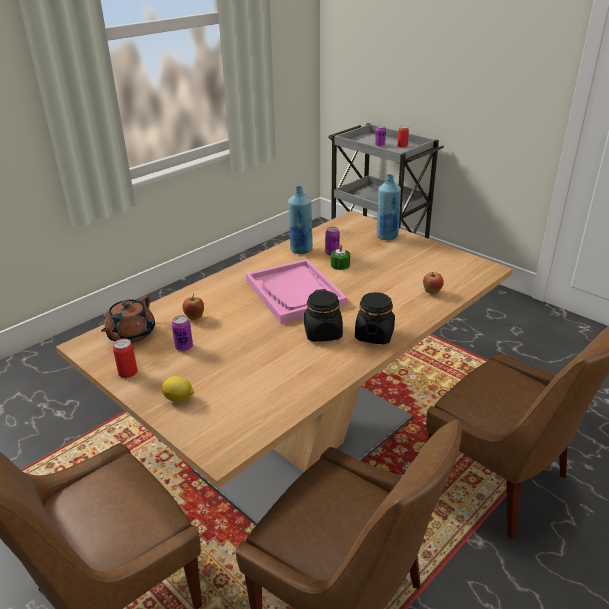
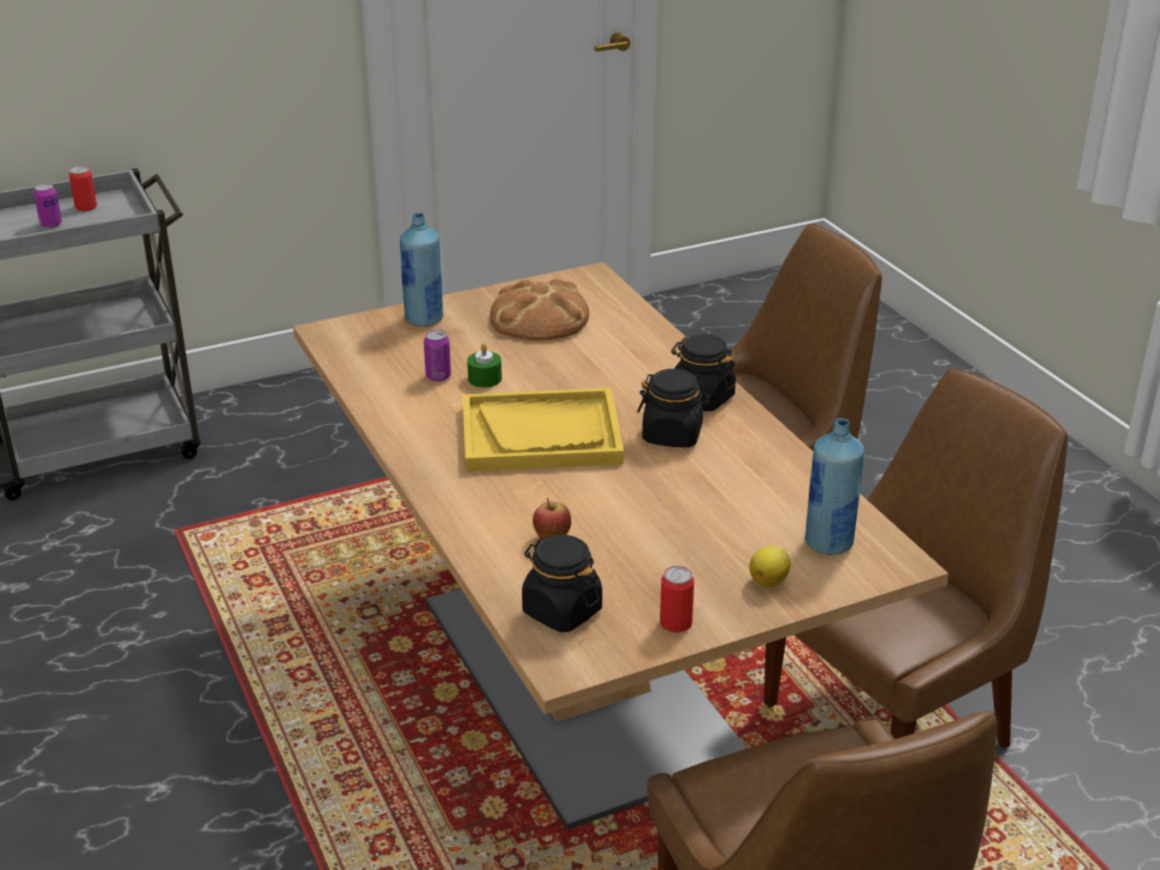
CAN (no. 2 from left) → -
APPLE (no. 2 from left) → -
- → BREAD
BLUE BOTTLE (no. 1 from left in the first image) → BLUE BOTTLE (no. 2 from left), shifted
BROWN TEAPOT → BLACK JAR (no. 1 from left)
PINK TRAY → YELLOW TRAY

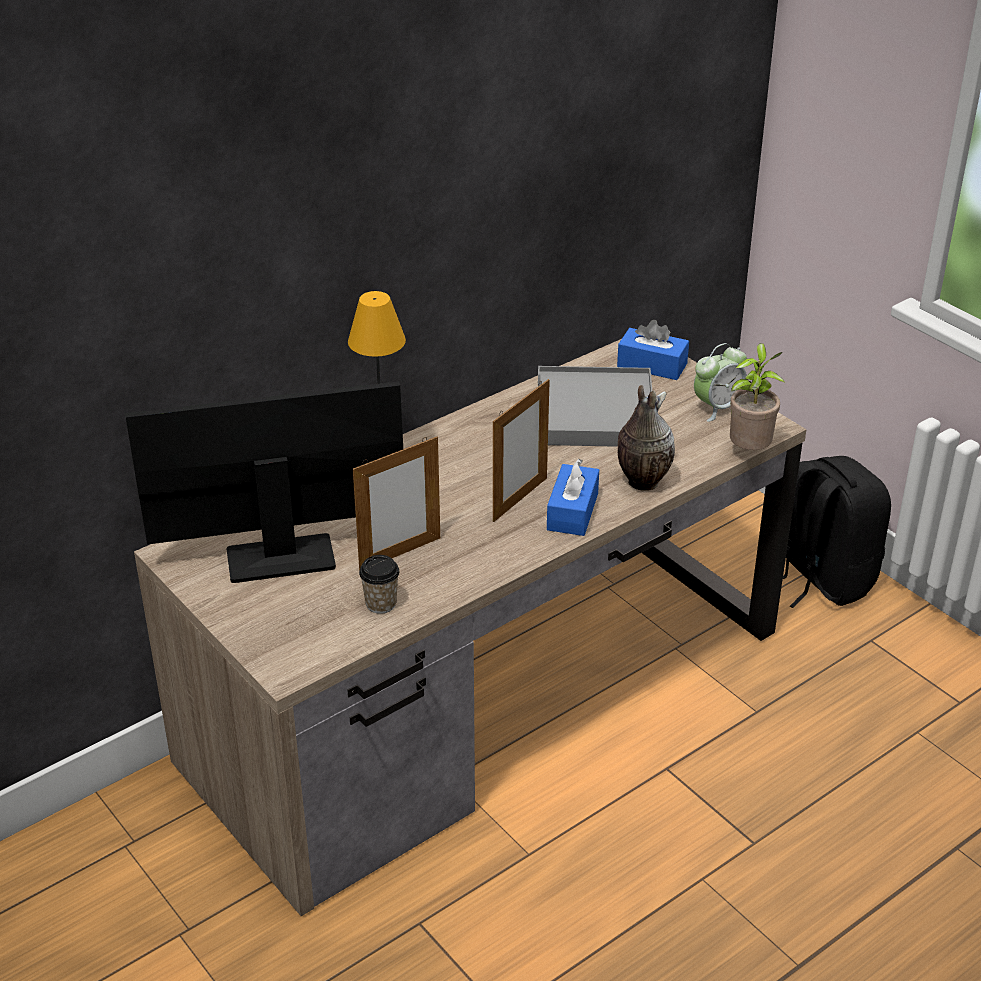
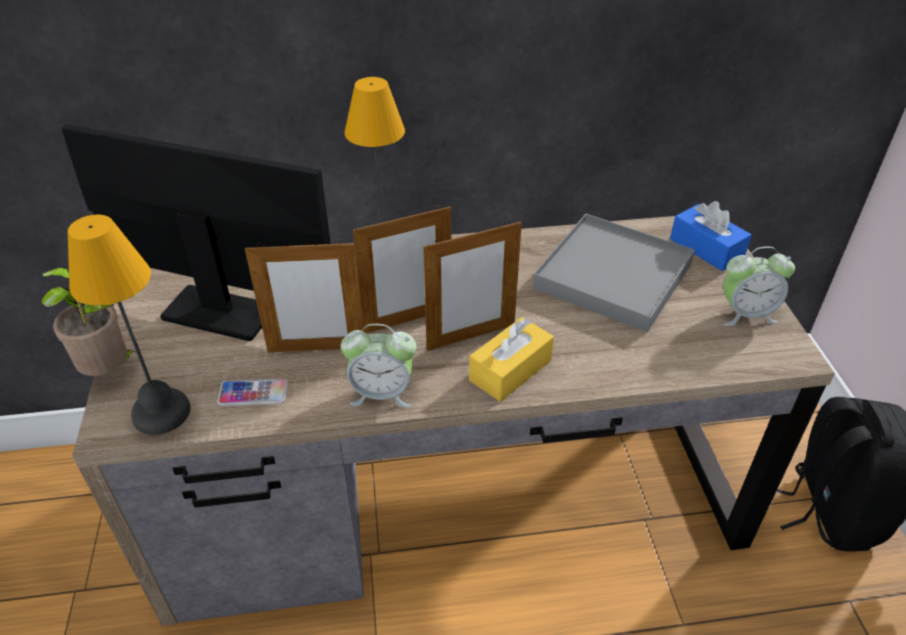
VASE → -
- → TABLE LAMP (no. 1 from left)
- → ALARM CLOCK (no. 1 from left)
- → PICTURE FRAME (no. 2 from left)
POTTED PLANT, shifted
CUP → PHONE
BLUE TISSUE BOX (no. 1 from left) → YELLOW TISSUE BOX

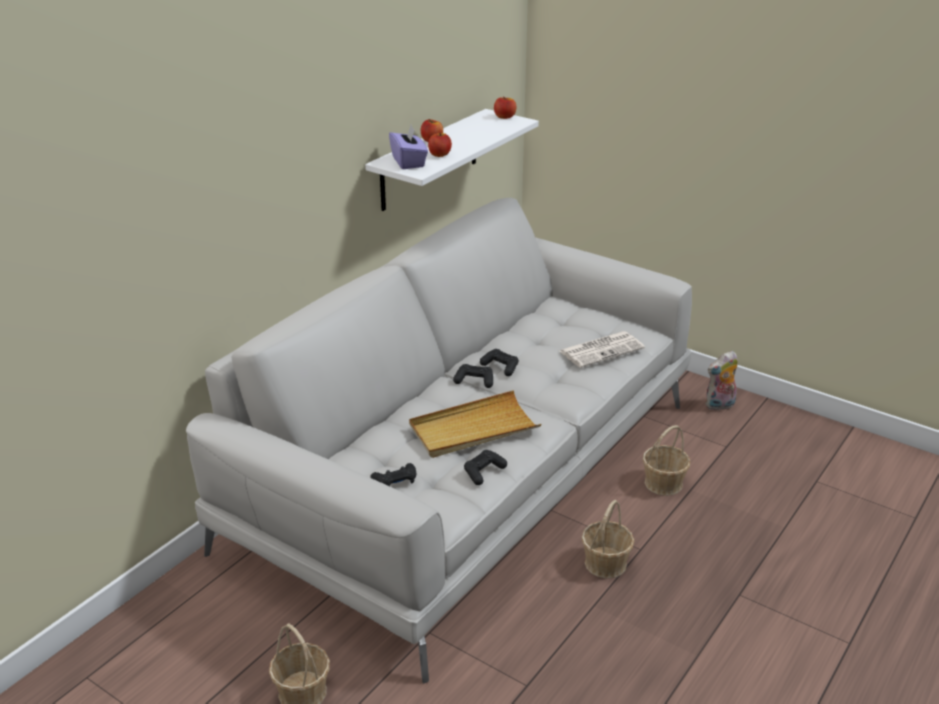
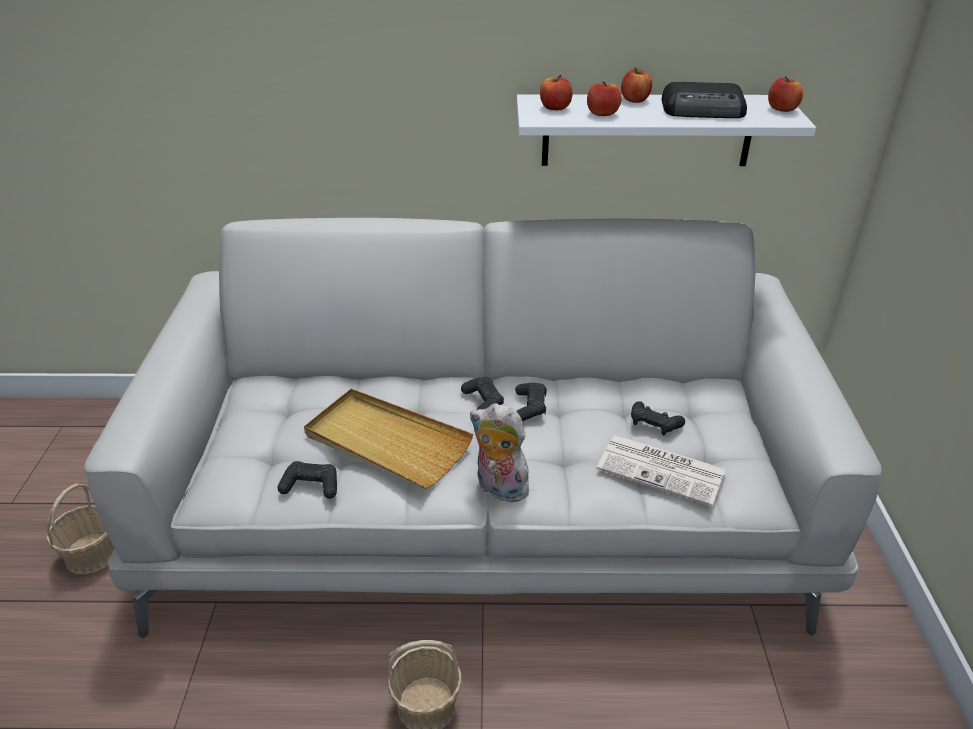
BASKET (no. 3 from left) → -
- → RADIO
BLACK GAME CONTROLLER (no. 1 from left in the first image) → BLACK GAME CONTROLLER (no. 4 from left), shifted
PLUSH TOY, shifted
PURPLE TISSUE BOX → APPLE (no. 1 from left)

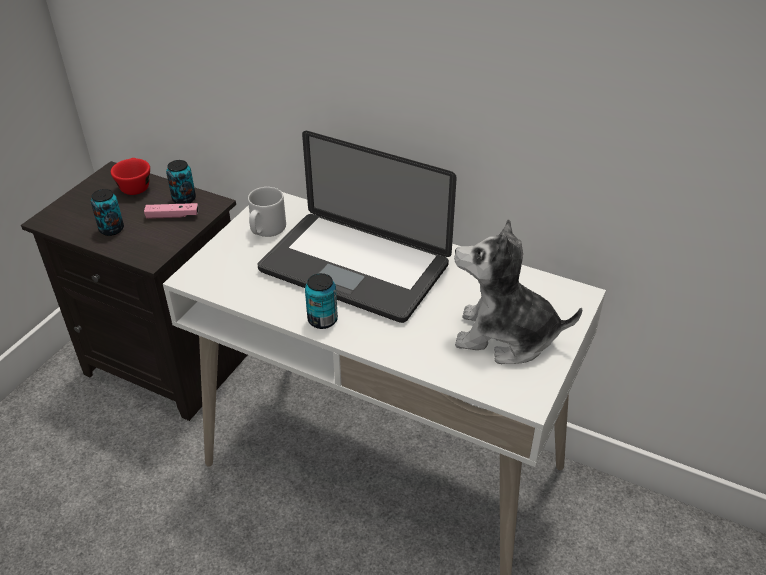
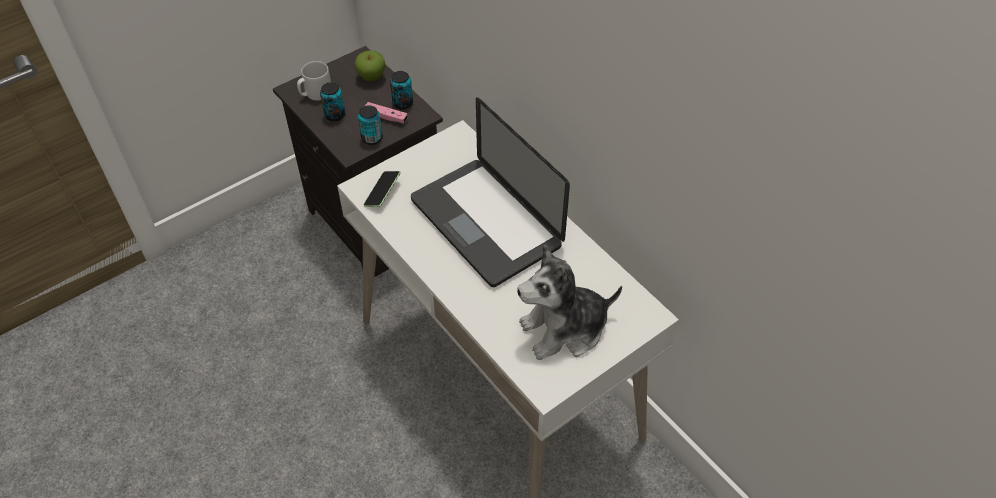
- → PHONE
GREY MUG, shifted
CAN (no. 3 from left in the first image) → CAN (no. 2 from left), shifted
RED CUP → APPLE
PLUSH TOY, 60 degrees counterclockwise

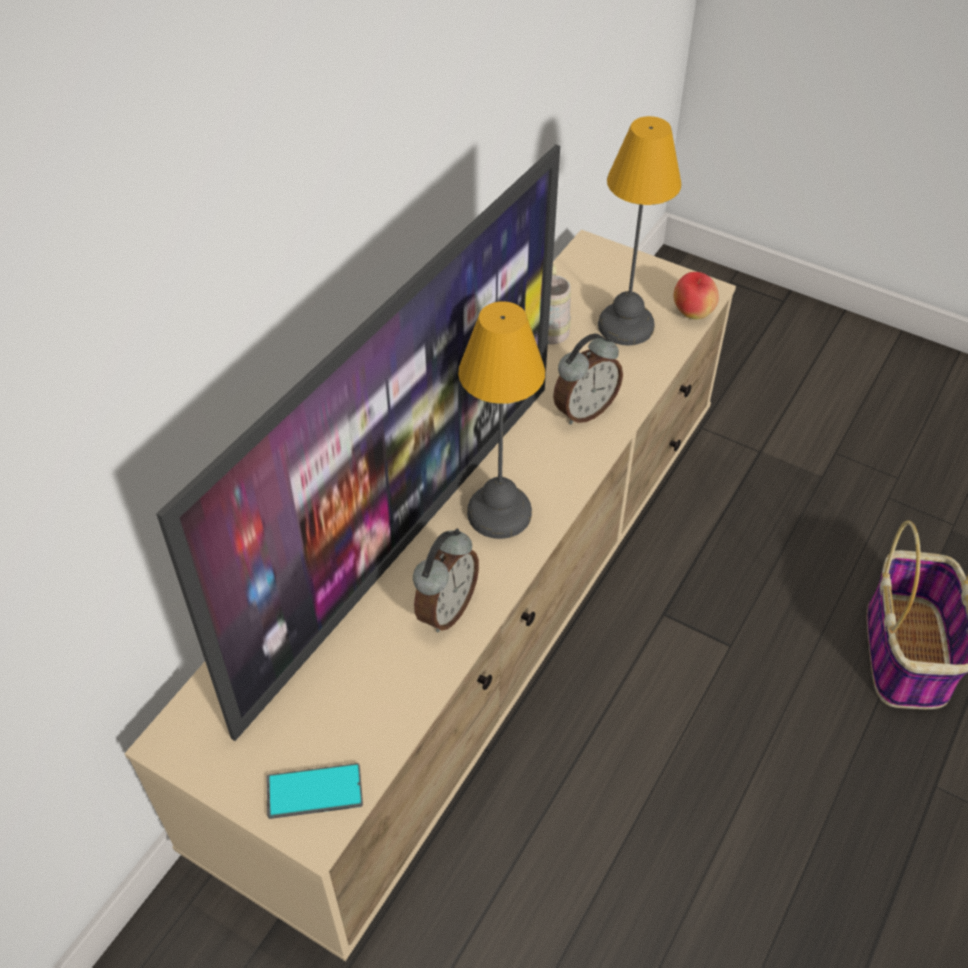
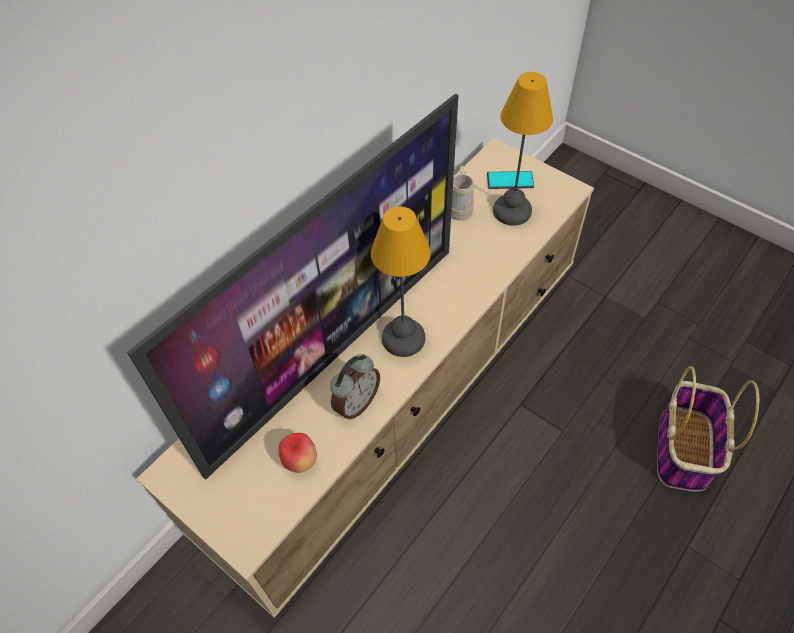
ALARM CLOCK (no. 2 from left) → -
PHONE, shifted
APPLE, shifted

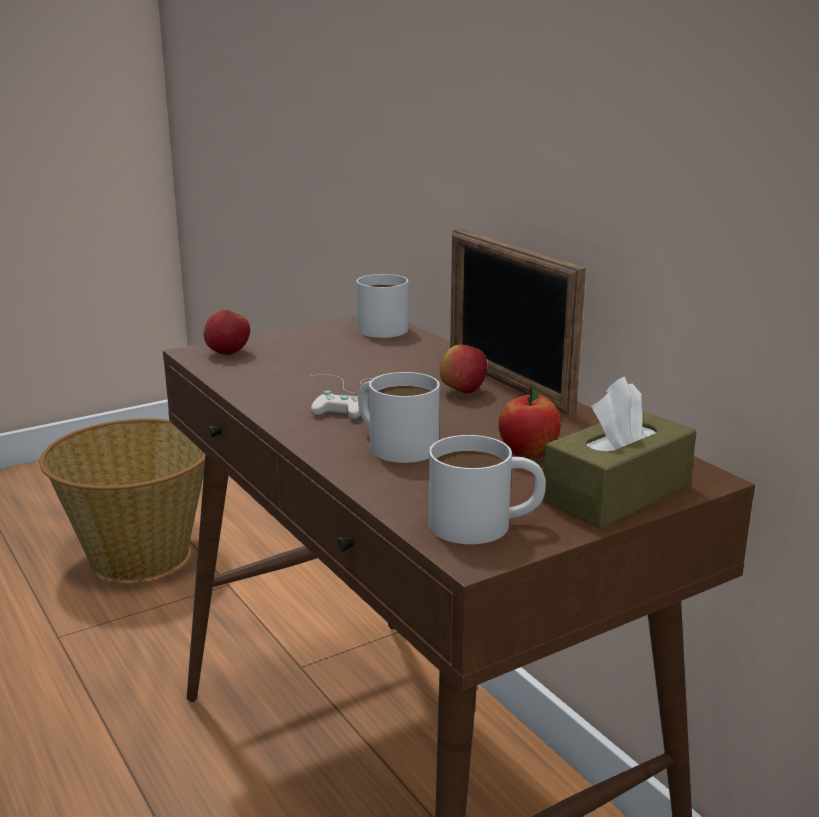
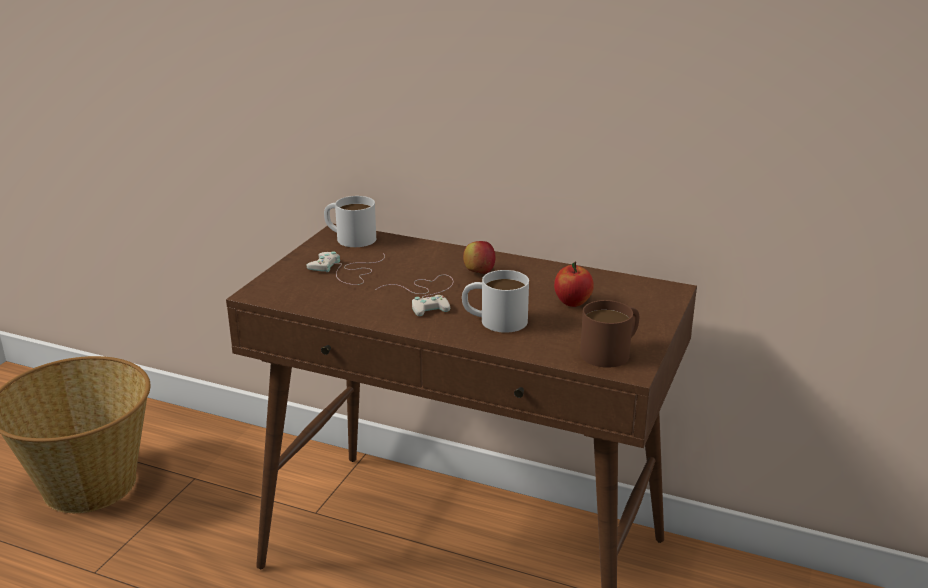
APPLE (no. 1 from left) → -
PICTURE FRAME → -
BROWN TISSUE BOX → -
- → WHITE GAME CONTROLLER (no. 1 from left)
WHITE MUG (no. 3 from left) → BROWN MUG

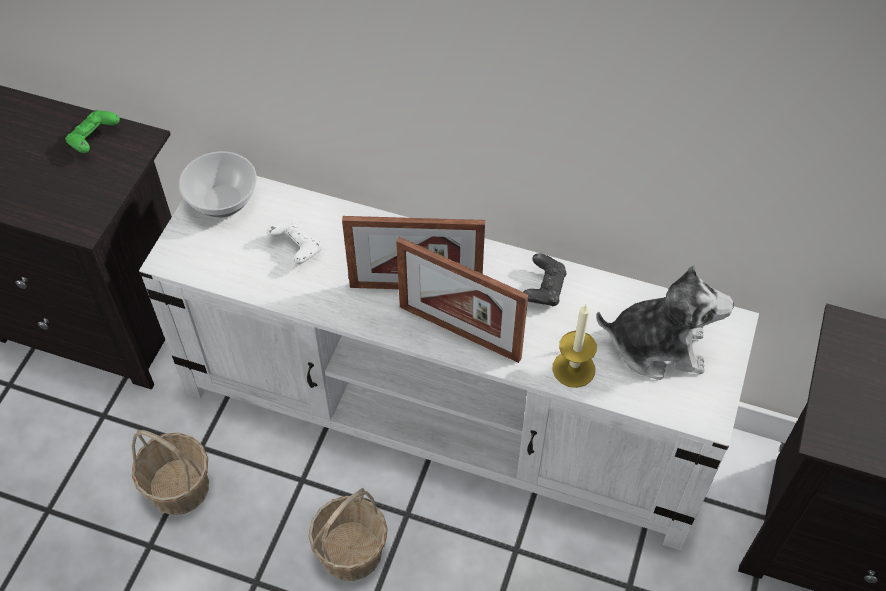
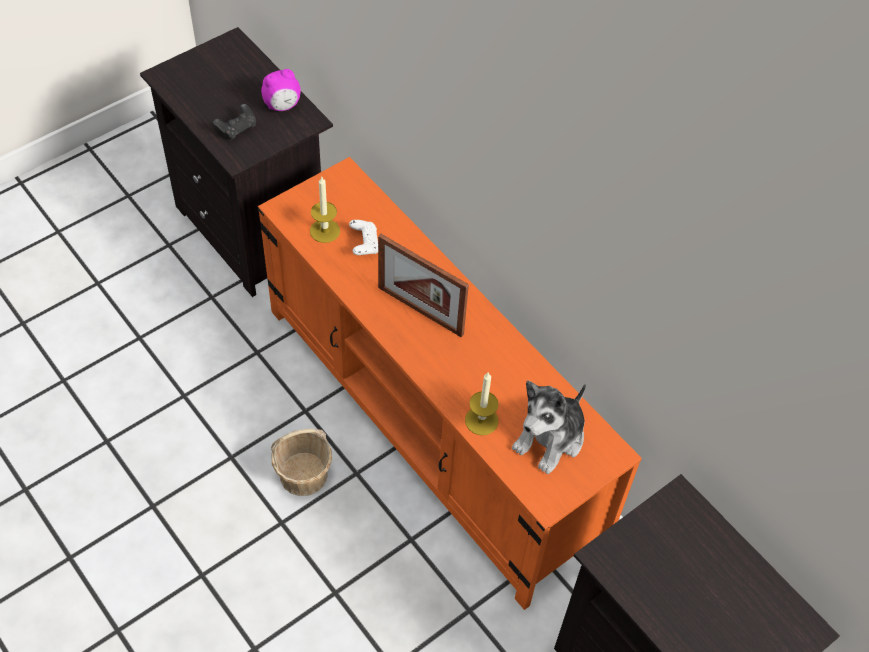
BASKET (no. 1 from left) → -
BOWL → -
PICTURE FRAME (no. 2 from left) → -
- → CANDLE (no. 1 from left)
BLACK GAME CONTROLLER, shifted
GREEN GAME CONTROLLER → ALARM CLOCK
WHITE TV STAND → ORANGE TV STAND
PLUSH TOY, 90 degrees clockwise

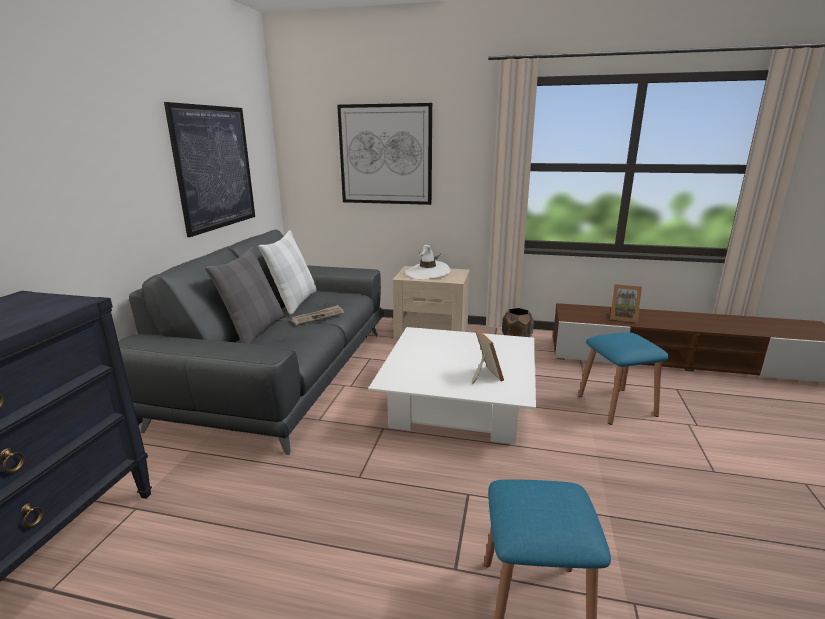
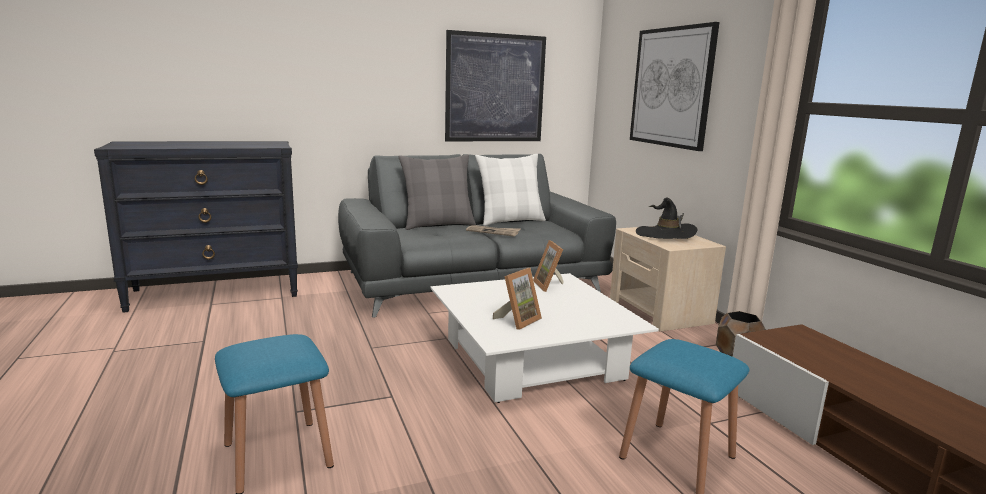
PICTURE FRAME (no. 2 from left), shifted
WHITE HAT → BLACK HAT

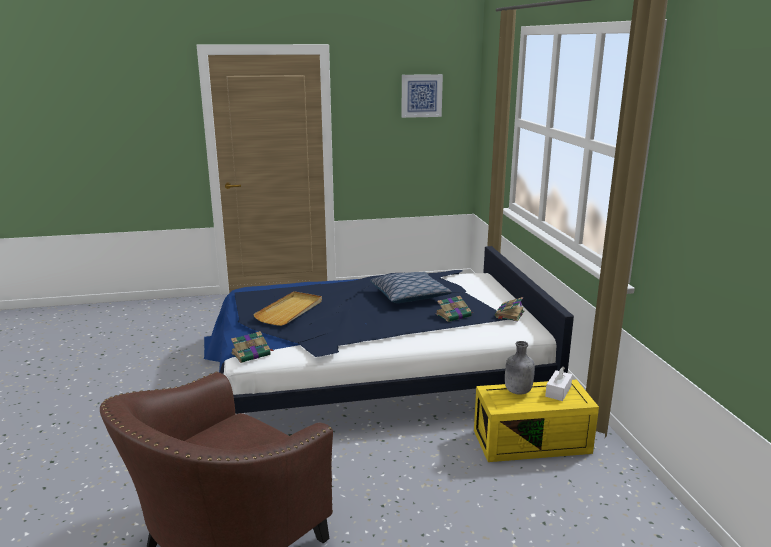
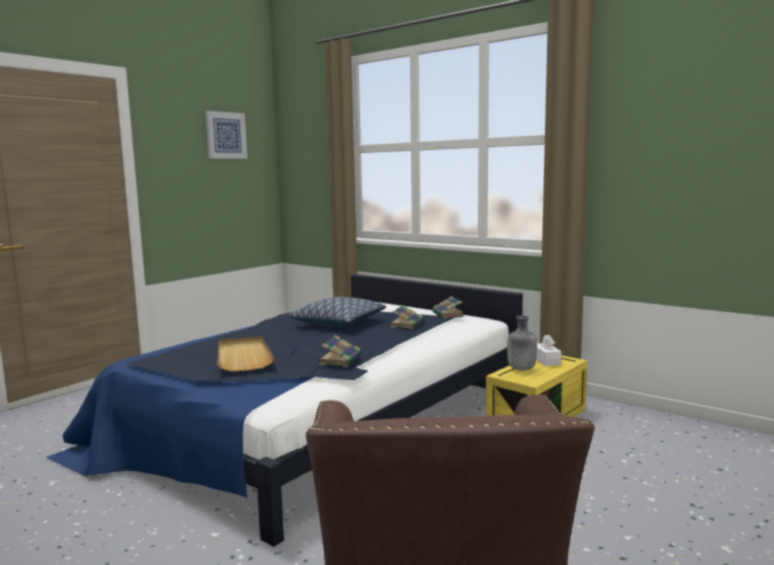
BOOK (no. 1 from left), shifted

